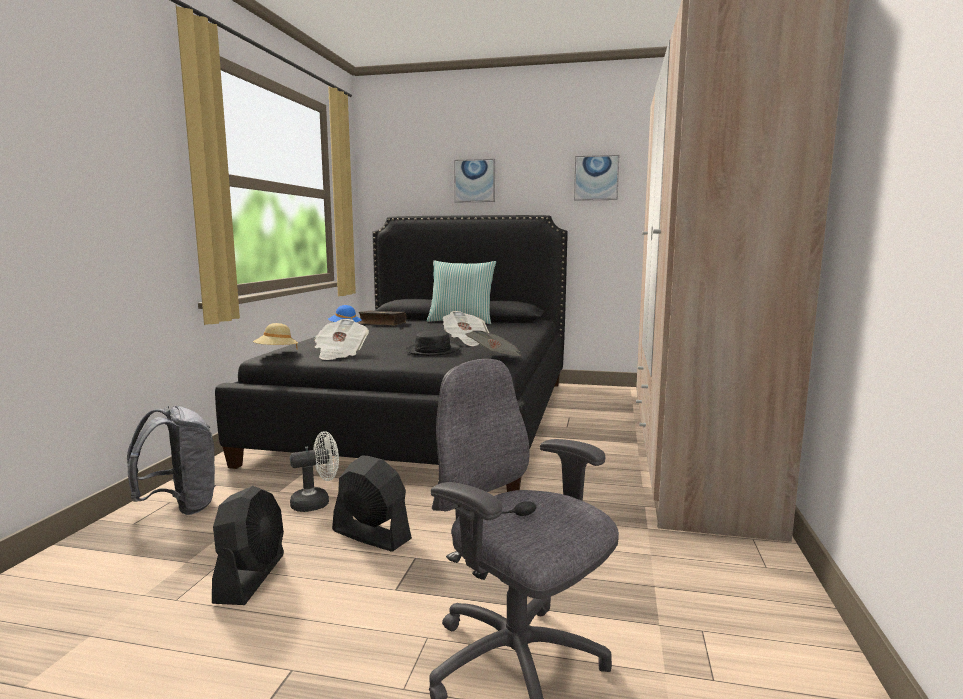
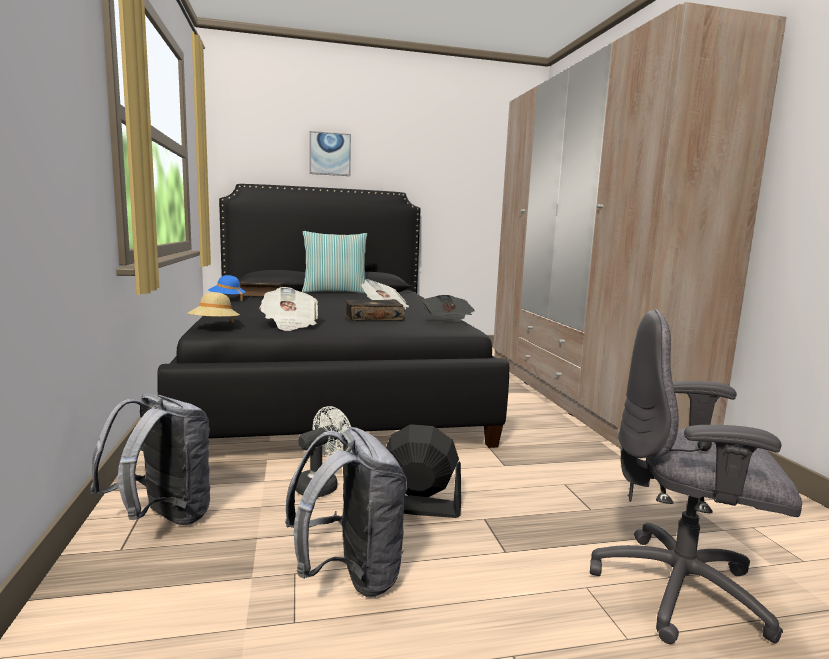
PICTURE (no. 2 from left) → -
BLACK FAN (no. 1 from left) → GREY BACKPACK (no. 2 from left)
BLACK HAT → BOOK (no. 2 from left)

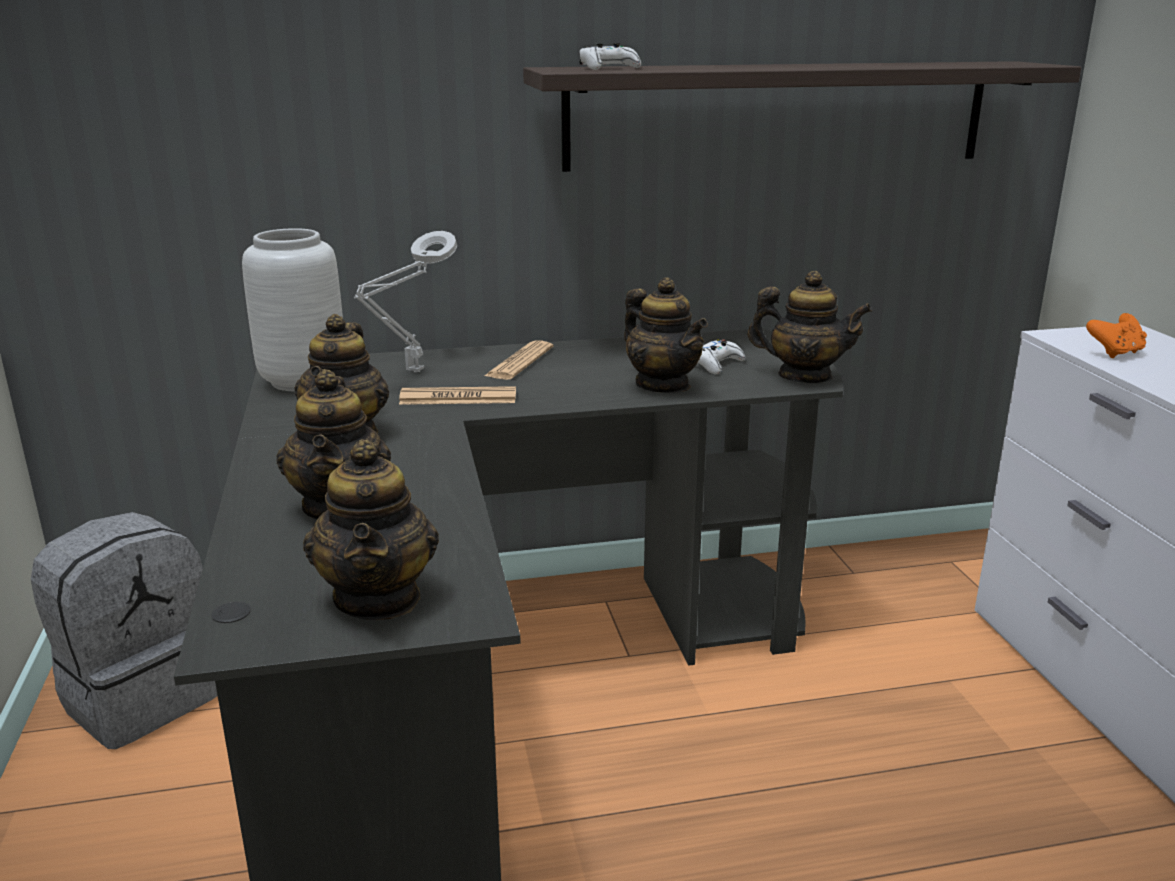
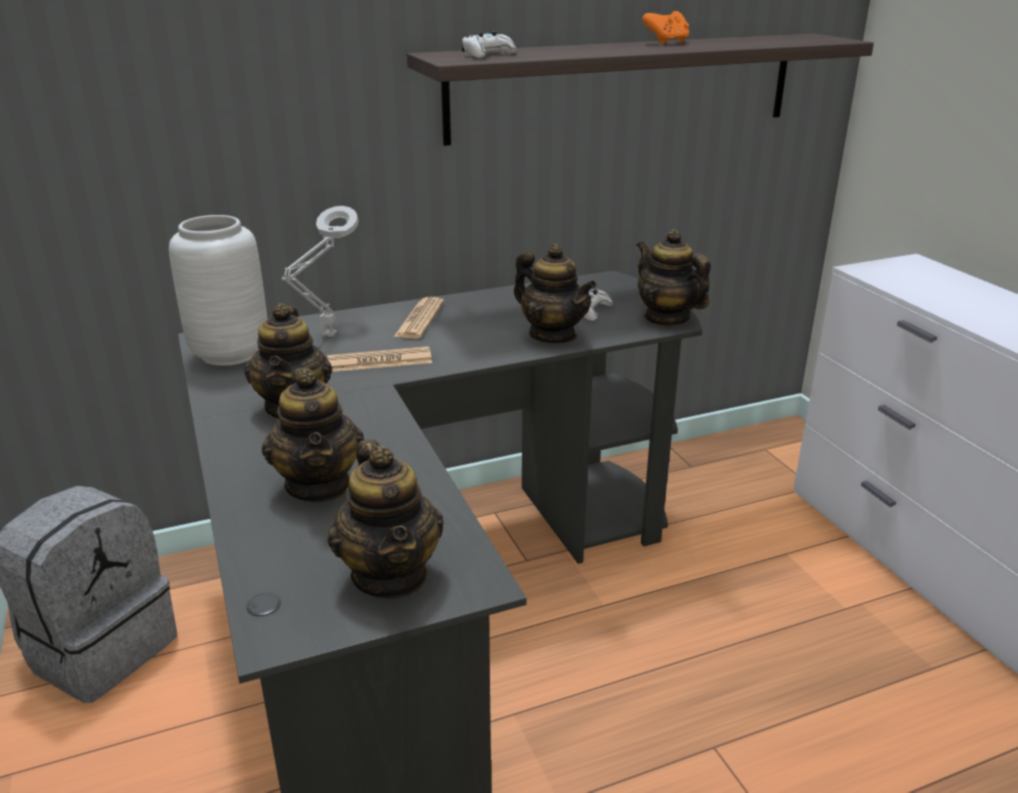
ORANGE GAME CONTROLLER, shifted
TEAPOT (no. 5 from left), 135 degrees counterclockwise

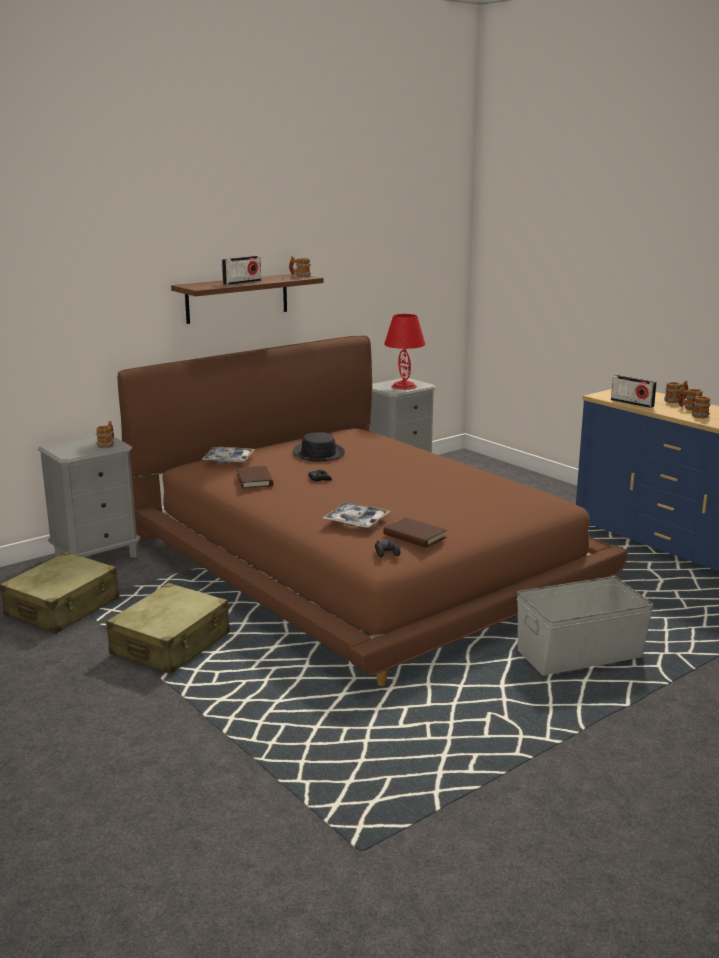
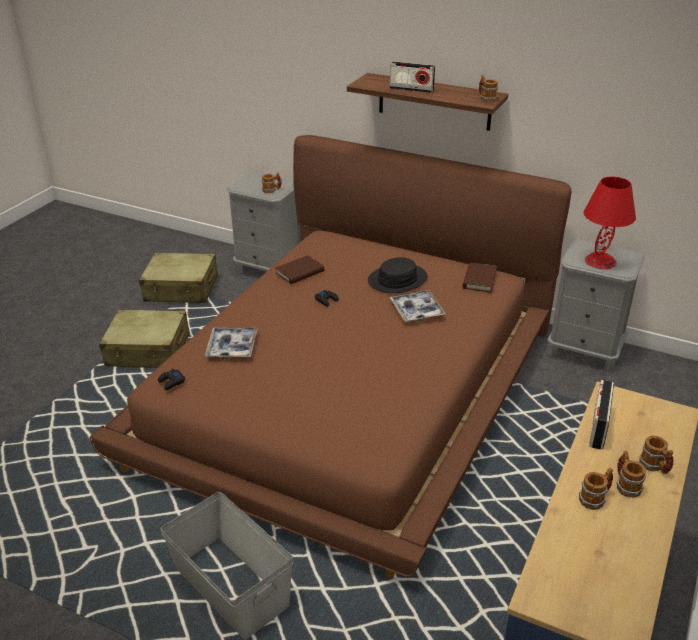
TRAY (no. 1 from left in the first image) → TRAY (no. 2 from left), shifted
BROWN BOOK (no. 2 from left), shifted

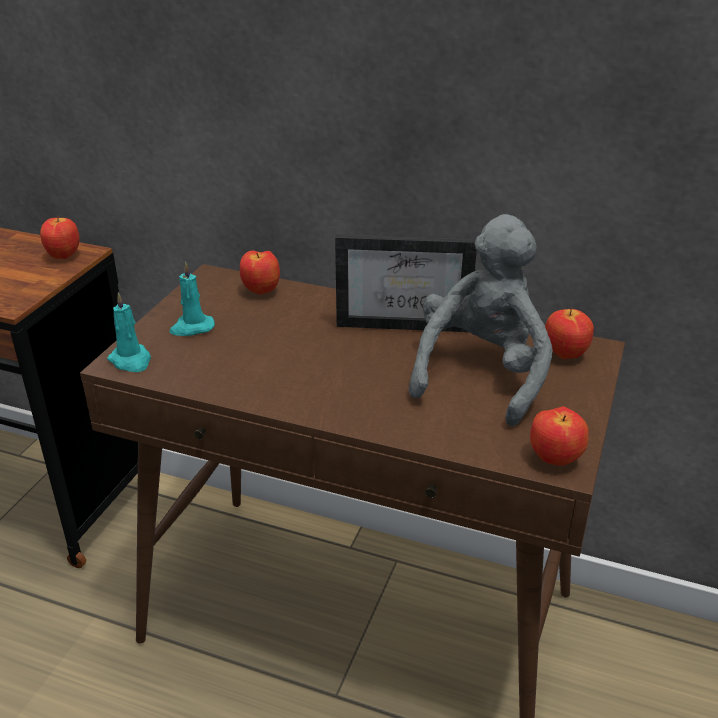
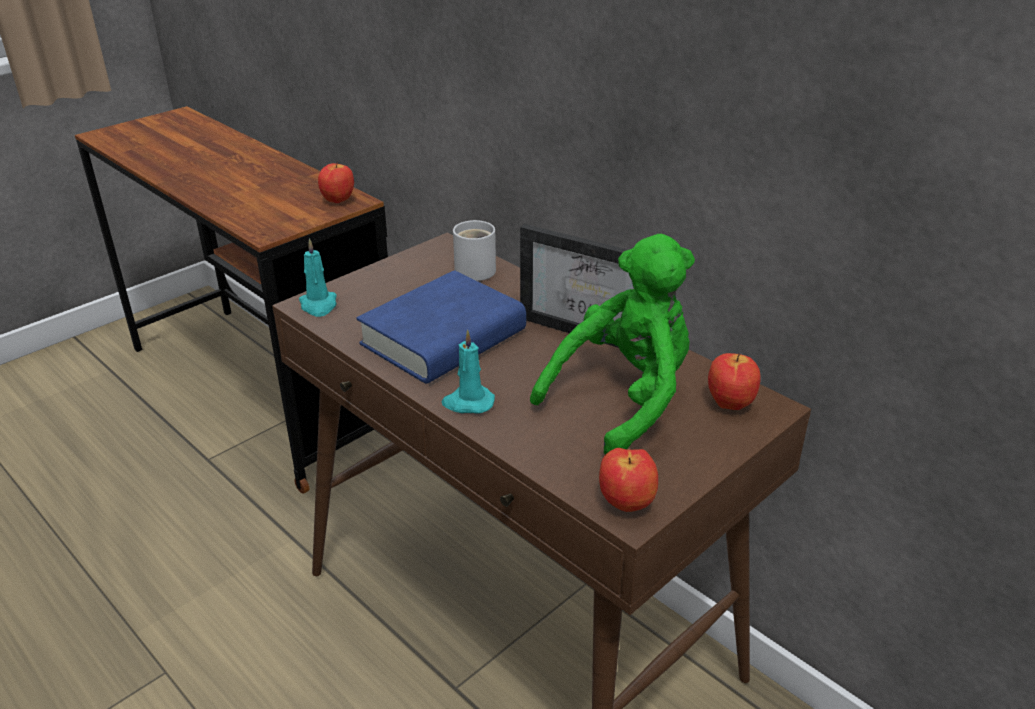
- → BLUE BOOK
TURQUOISE CANDLE (no. 2 from left), shifted
APPLE (no. 2 from left) → WHITE MUG
GREY PLUSH TOY → GREEN PLUSH TOY

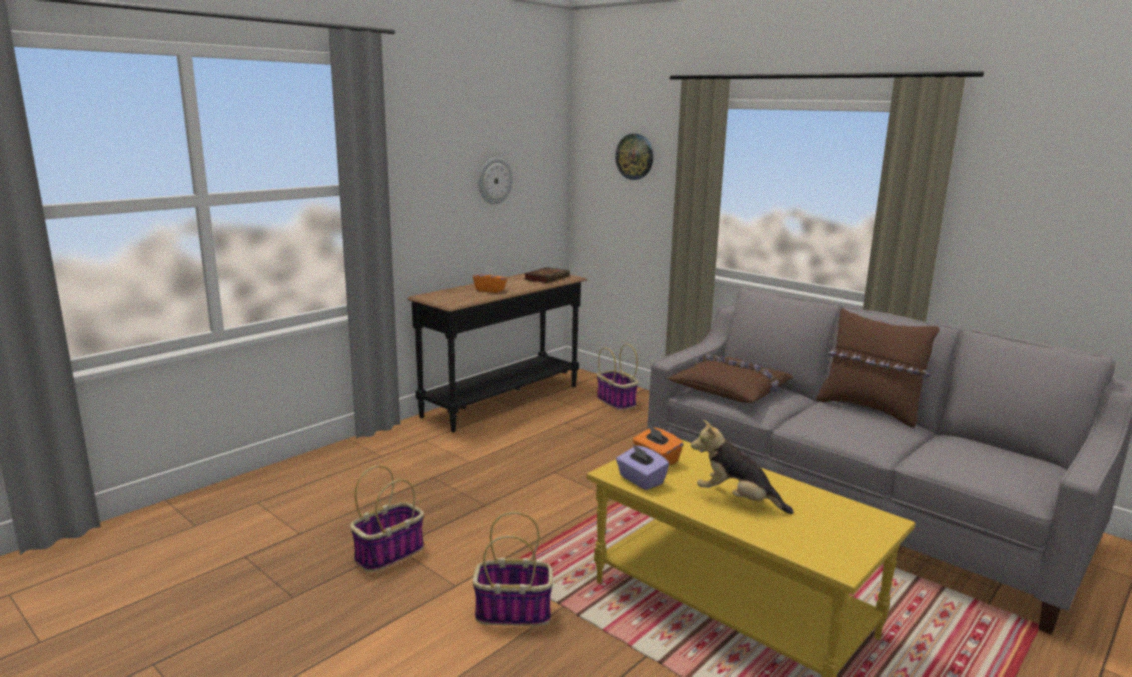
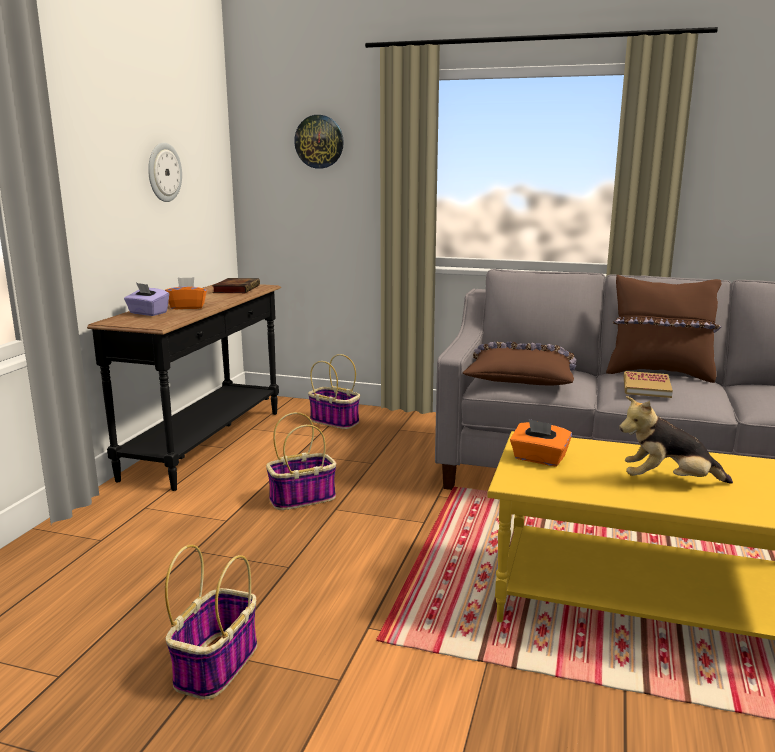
- → BOOK (no. 2 from left)
BASKET (no. 2 from left), shifted
PURPLE TISSUE BOX, shifted

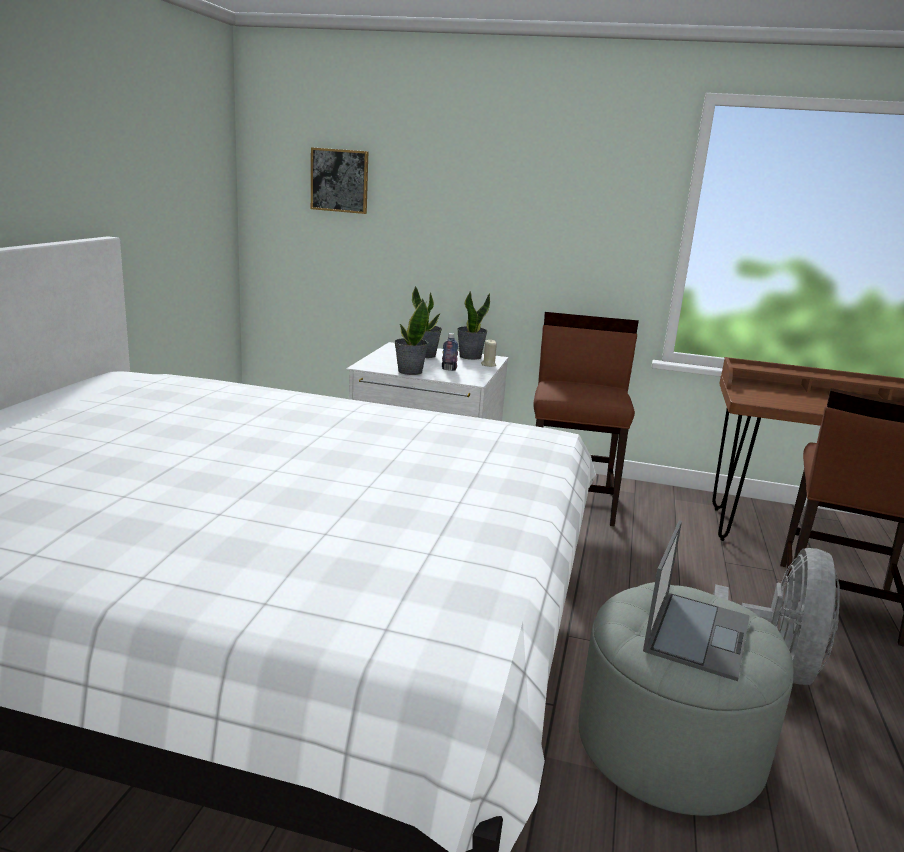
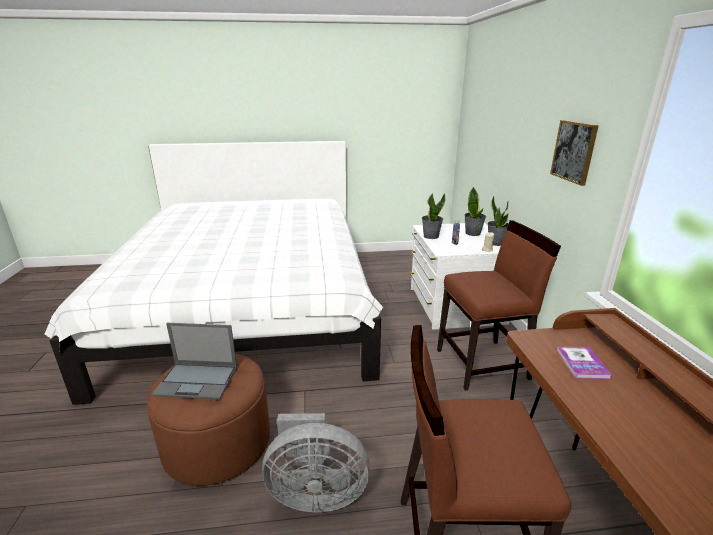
- → BOOK
PICTURE, shifted
GREY OTTOMAN → BROWN OTTOMAN

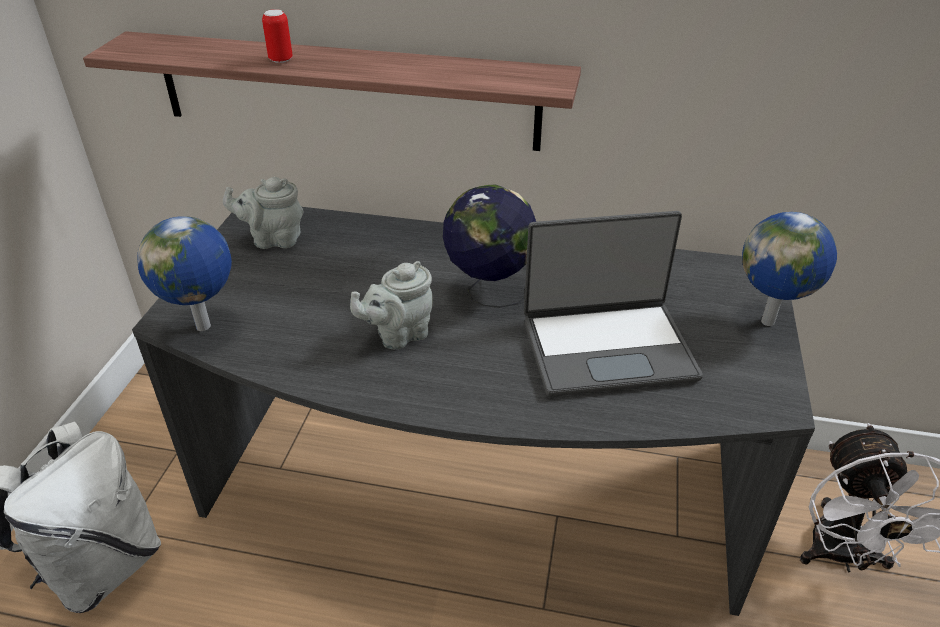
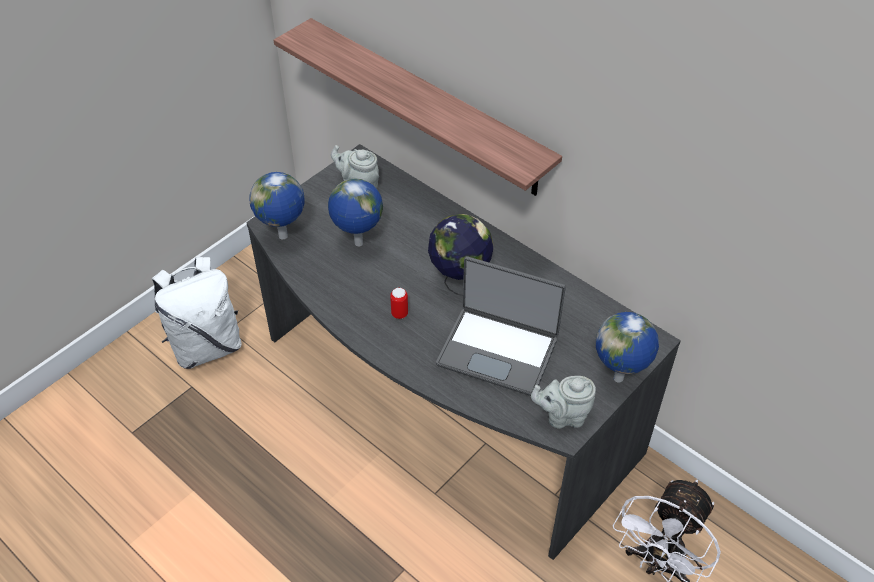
- → GLOBE (no. 2 from left)
CAN, shifted
GREY TEAPOT (no. 2 from left), shifted

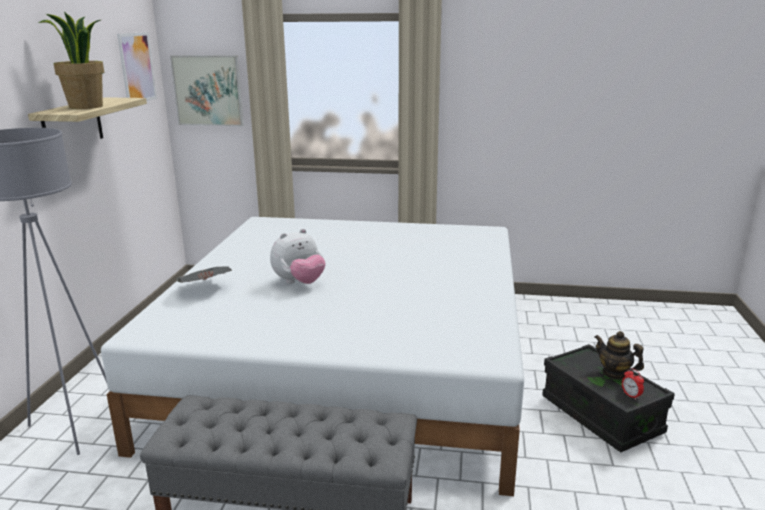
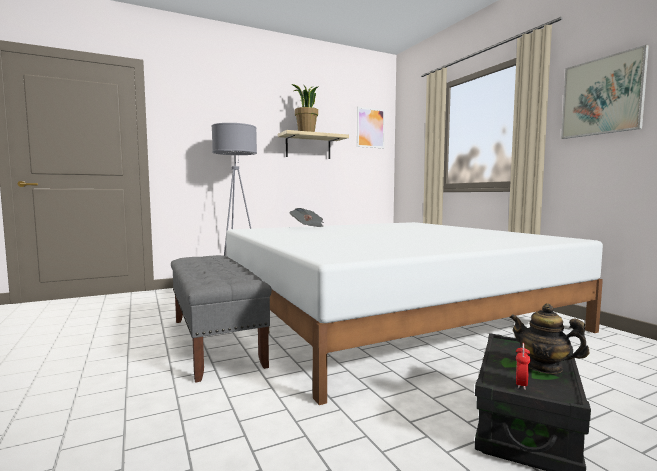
PLUSH TOY → -
PICTURE (no. 2 from left), shifted
TEAPOT, 60 degrees counterclockwise

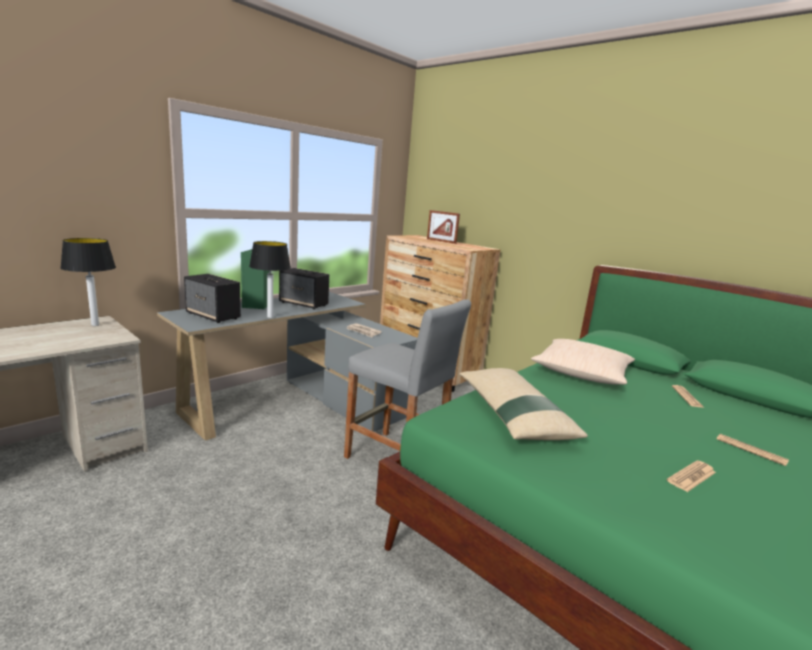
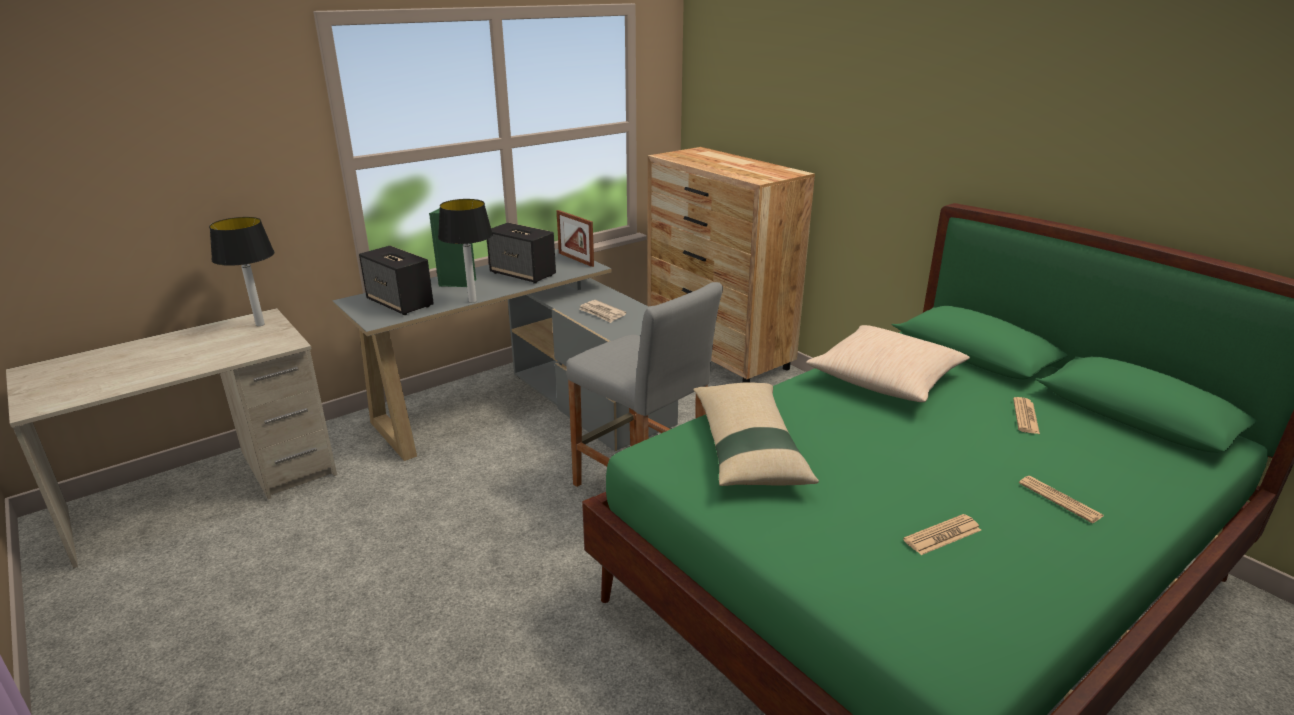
PICTURE FRAME, shifted

